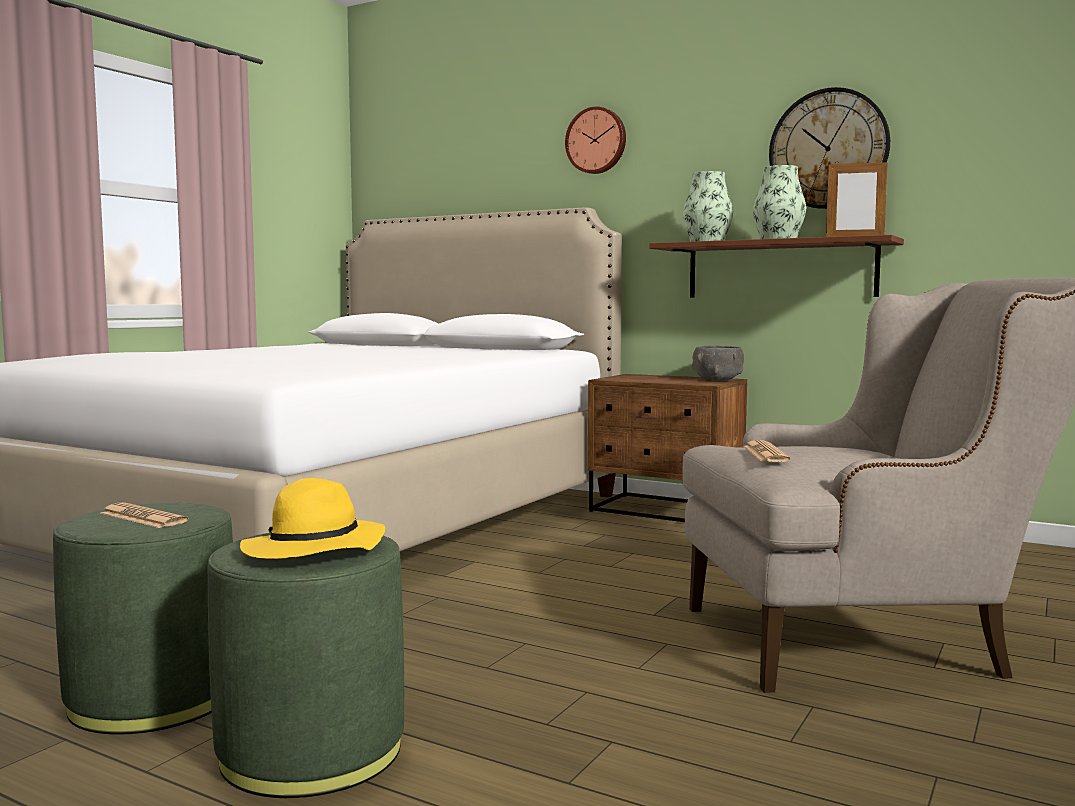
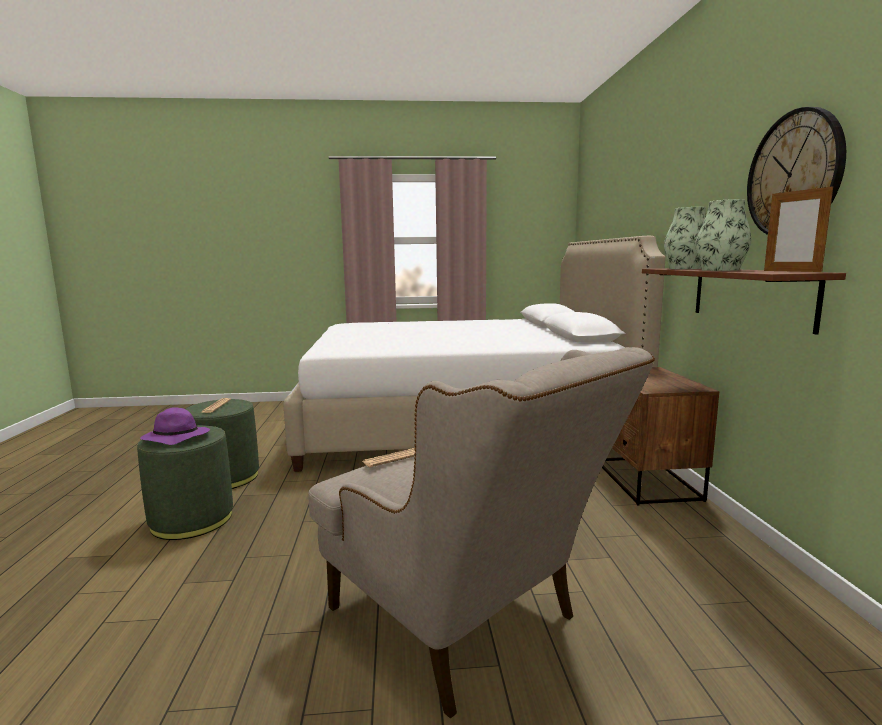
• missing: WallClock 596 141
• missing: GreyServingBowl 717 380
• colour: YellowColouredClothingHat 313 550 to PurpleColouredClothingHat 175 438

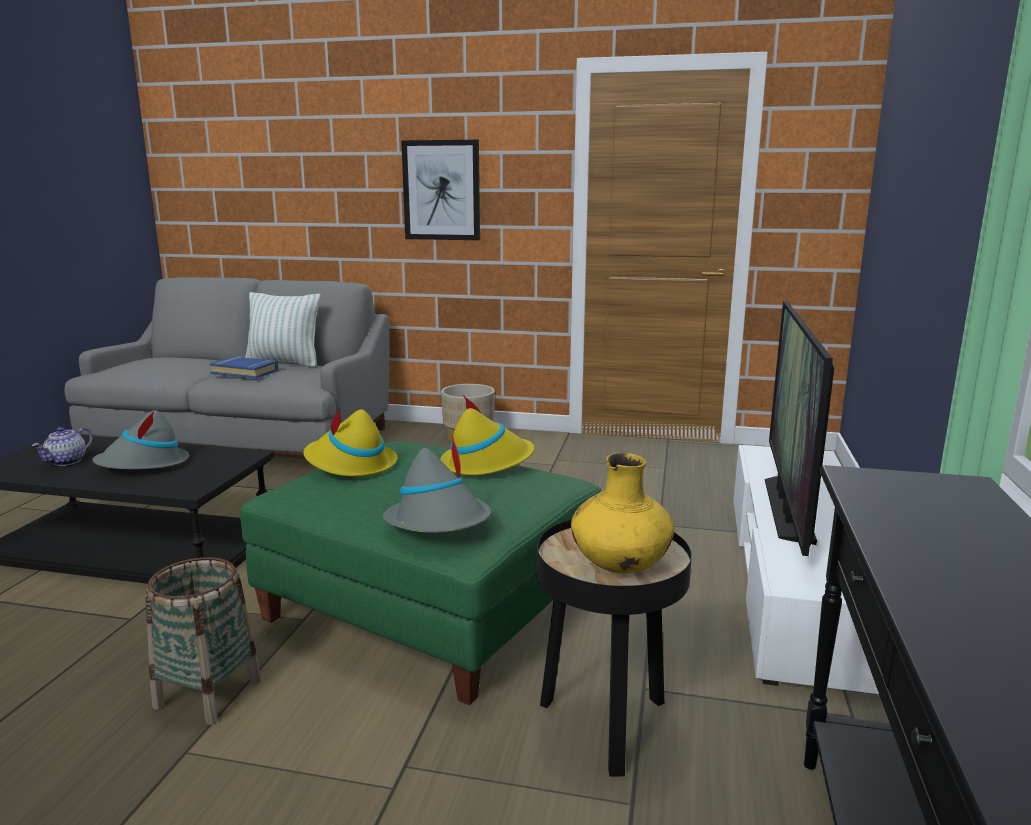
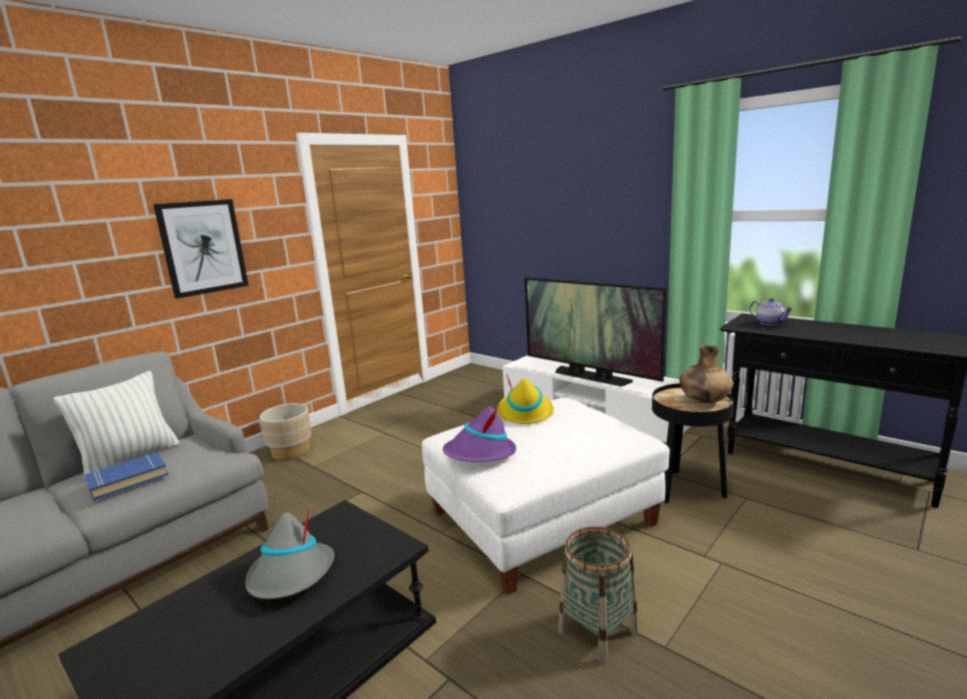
• missing: GreyClothingHat 439 522
• relocated: TeaPot 67 461 to 770 323
• colour: GreenishOttoman 430 606 to WhiteColouredOttoman 542 517
• colour: YellowColouredClothingHat 350 464 to PurpleColouredClothingHat 480 453
• colour: YellowColouredDecorativeVase 620 566 to BrownishDecorativeVase 704 401

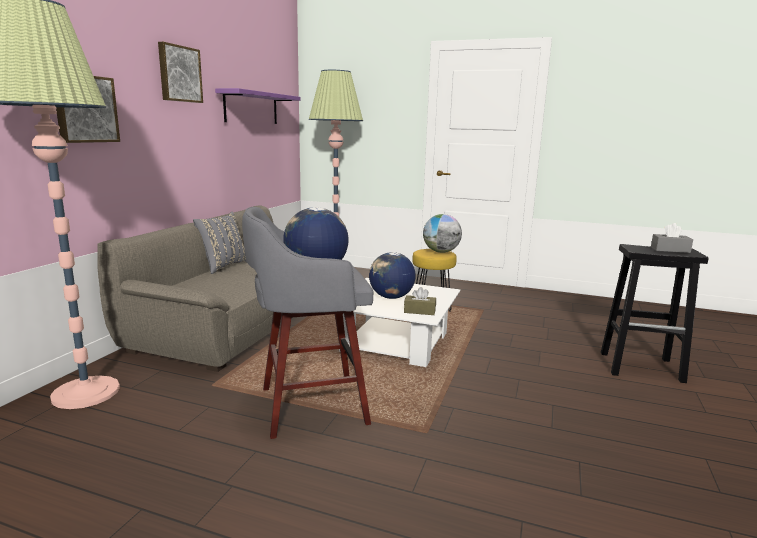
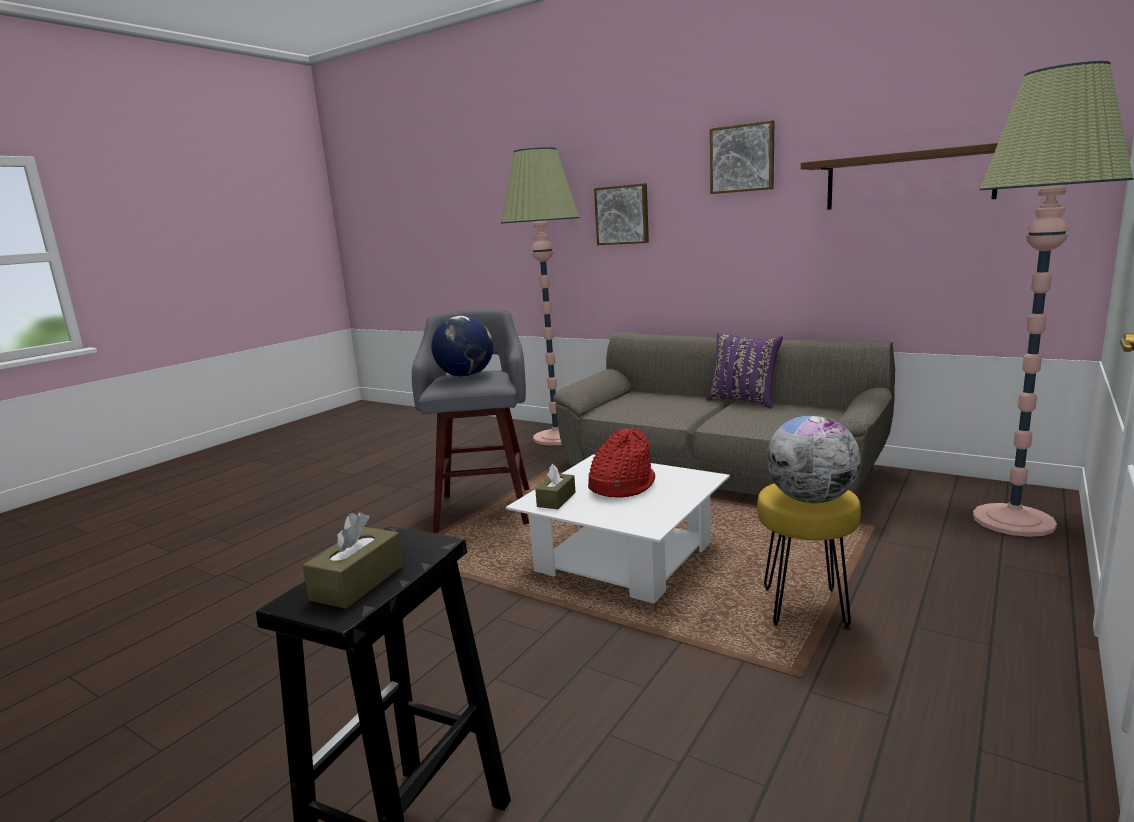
• exchanged: DeskGlobe 391 297 to ReddishClothingHat 621 486
• colour: GreyPillow 223 266 to PurpleColouredPillow 743 401
• colour: PurpleColouredWallShelf 251 108 to BrownishWallShelf 908 179
• colour: GreyTissueHolder 670 250 to BrownishTissueHolder 358 582

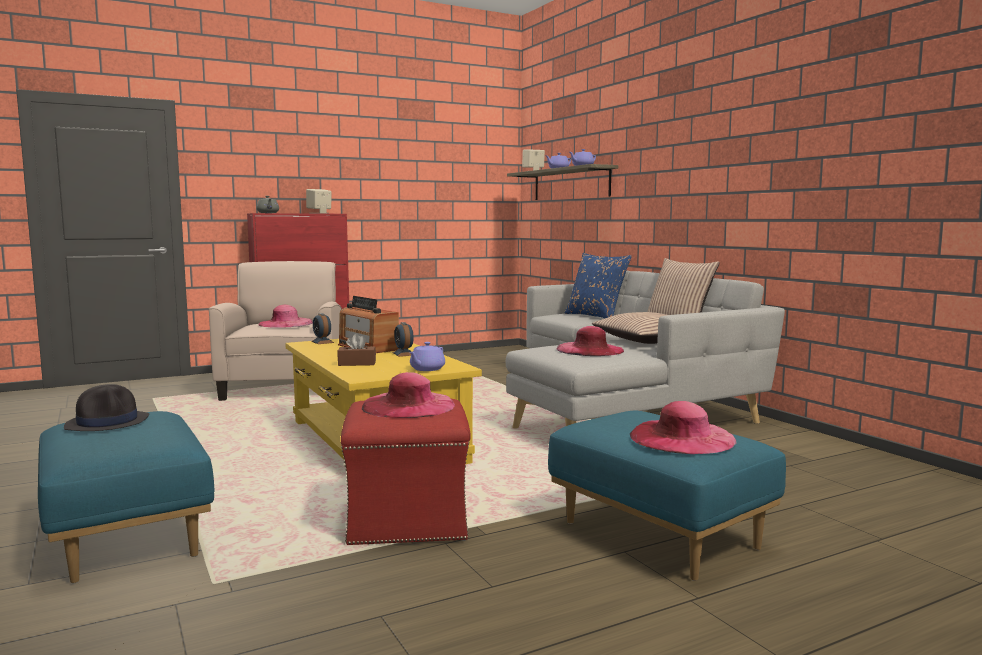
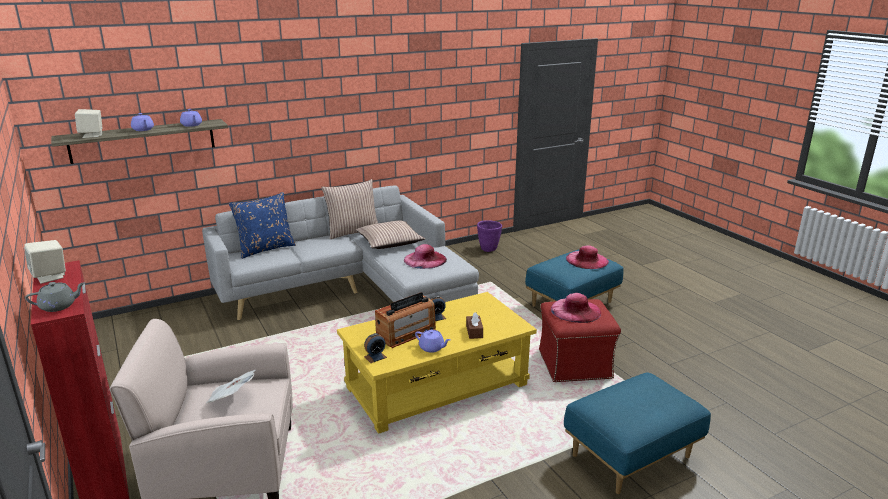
• missing: BlackishClothingHat 108 422
• appeared: PurpleColouredPlantPot 489 249
• relocated: PurpleColouredTeaPot 426 369 to 432 348
• exchanged: PinkClothingHat 285 323 to PrintedPaper 232 398

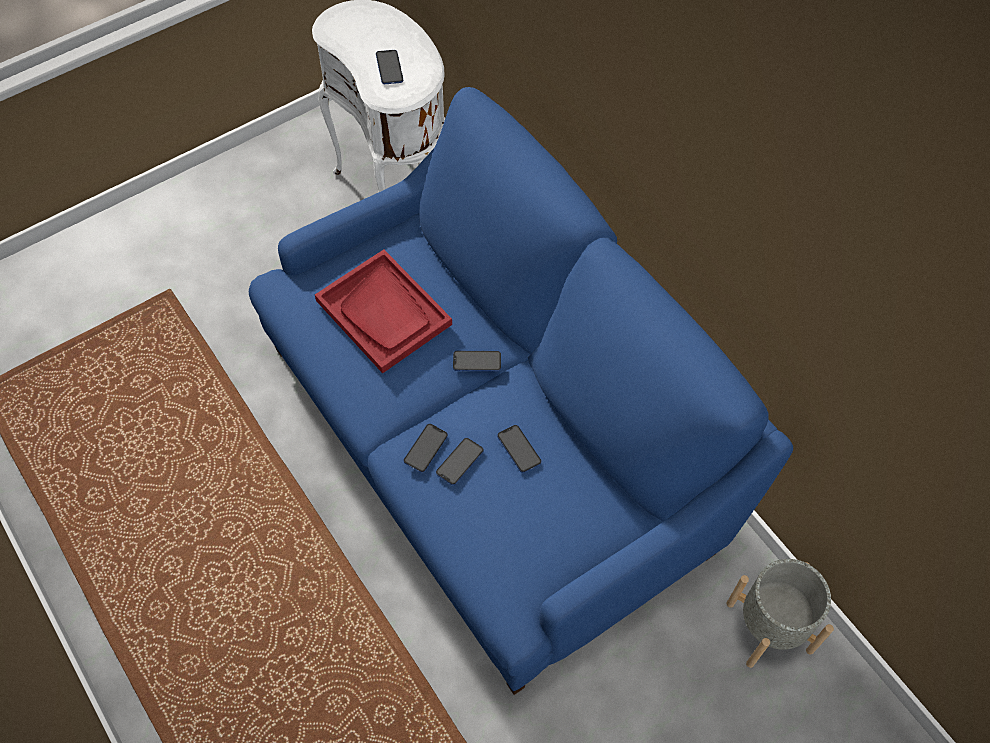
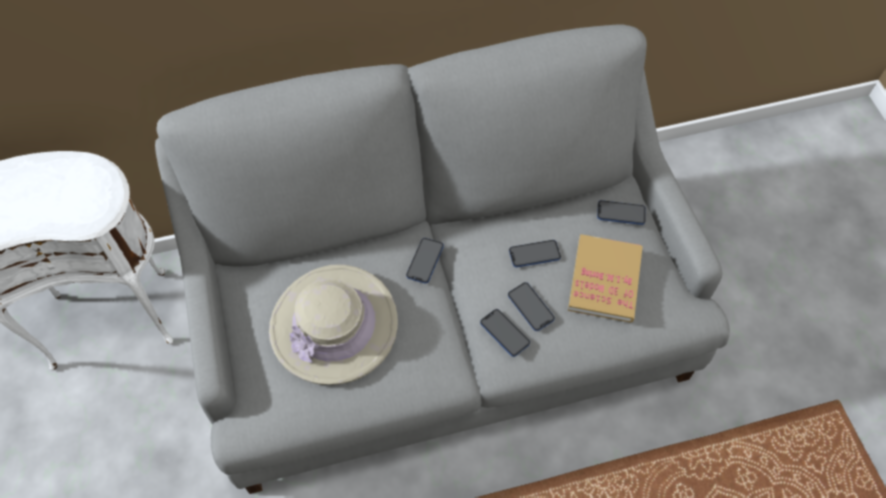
• missing: GreyPlantPot 769 626
• appeared: BoundBook 604 280
• relocated: Telephone 389 68 to 621 213
• exchanged: ReddishTray 384 312 to BeigeClothingHat 334 325
• colour: BlueSofa 494 442 to GreySofa 444 317

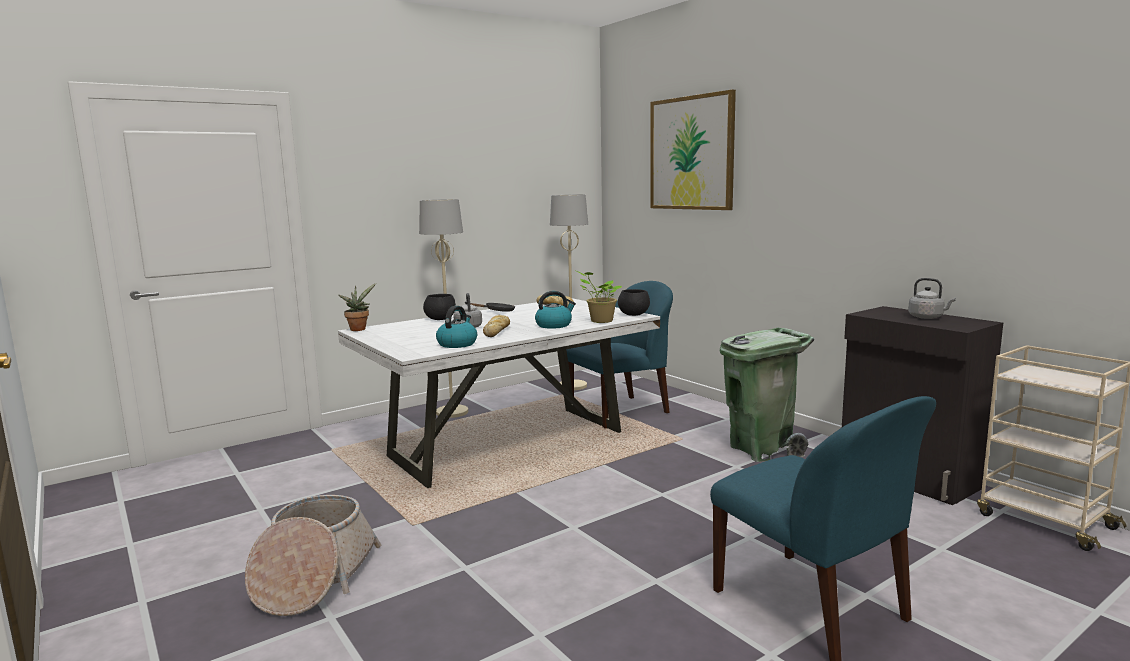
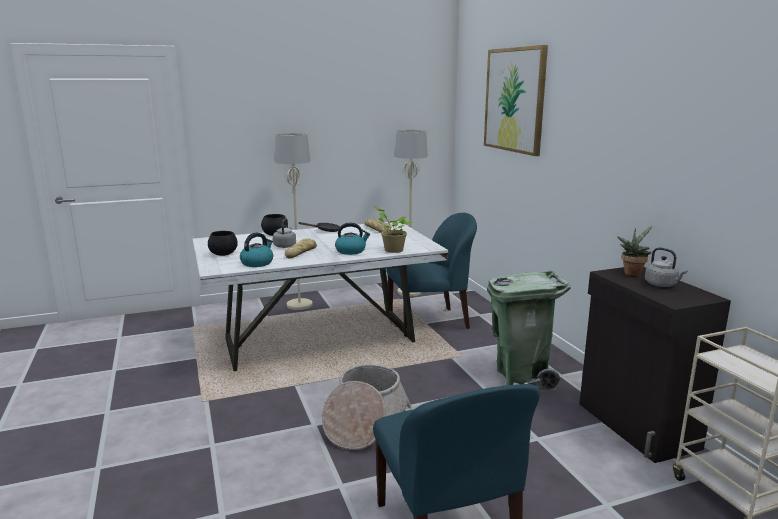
• relocated: StorageBasket 314 577 to 365 423
• relocated: PottedPlant 359 329 to 632 273
• relocated: BlackishServingBowl 633 315 to 223 254

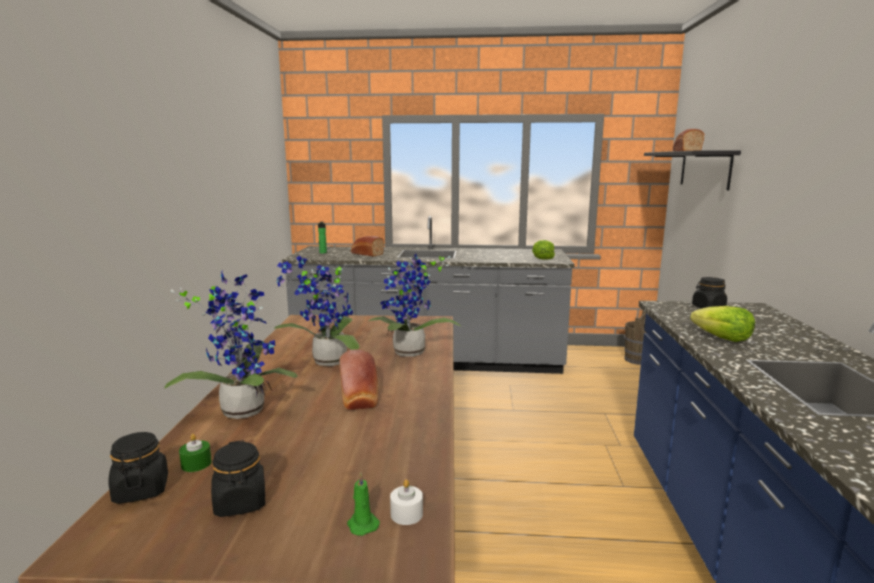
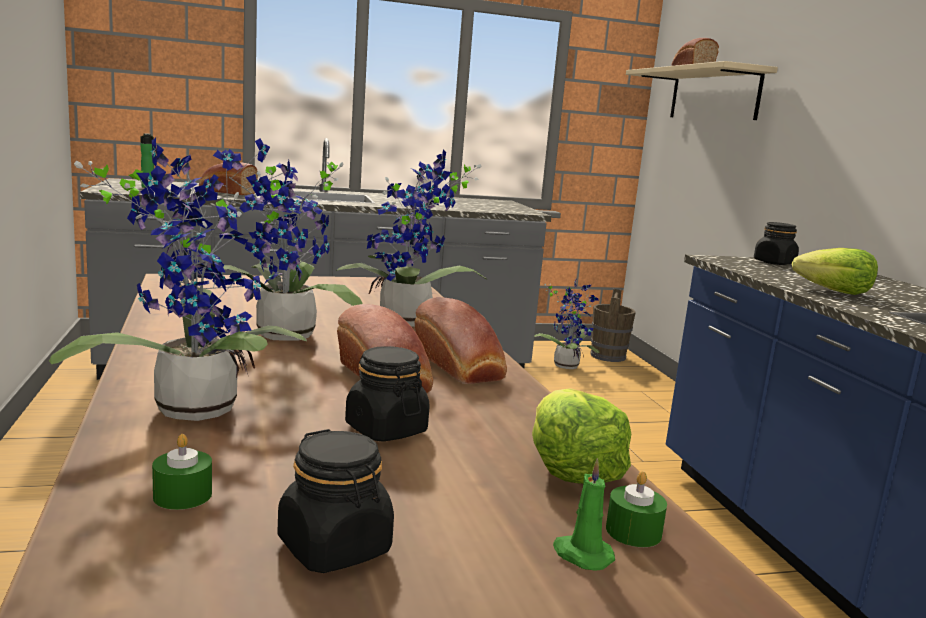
• appeared: Bread 460 367
• appeared: PottedPlant 566 365
• relocated: BlackishPreserveJar 141 490 to 385 429
• relocated: LettuceHead 542 258 to 571 468
• colour: WhiteColouredCandle 406 514 to GreenishCandle 633 532
• colour: BlackishWallShelf 704 169 to BeigeWallShelf 713 95

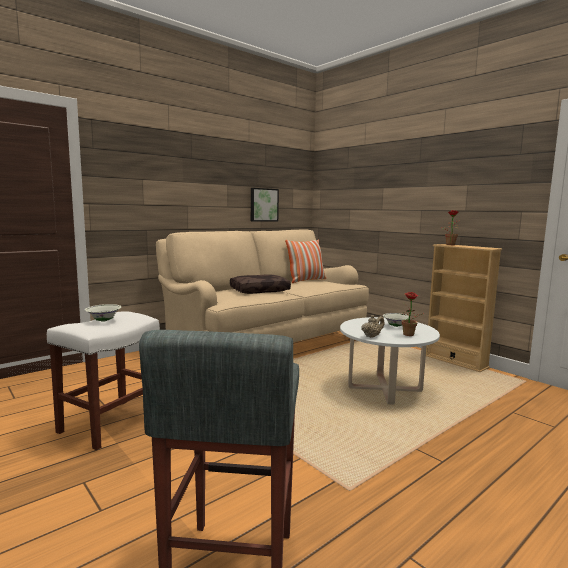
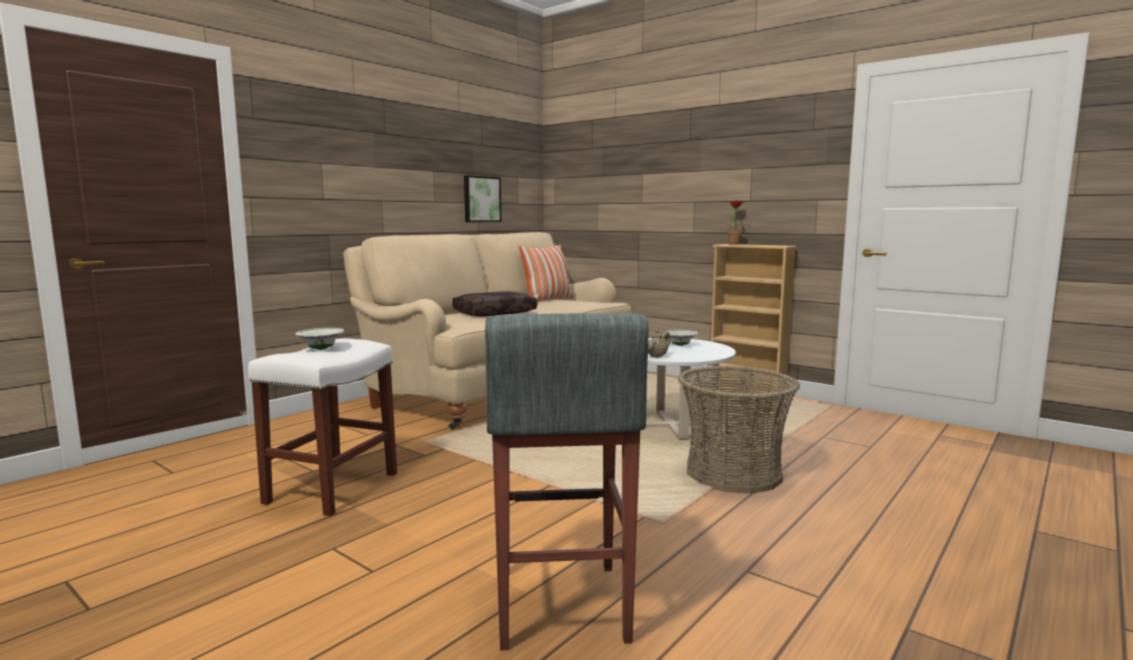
• missing: PottedPlant 409 335
• appeared: StorageBasket 733 473

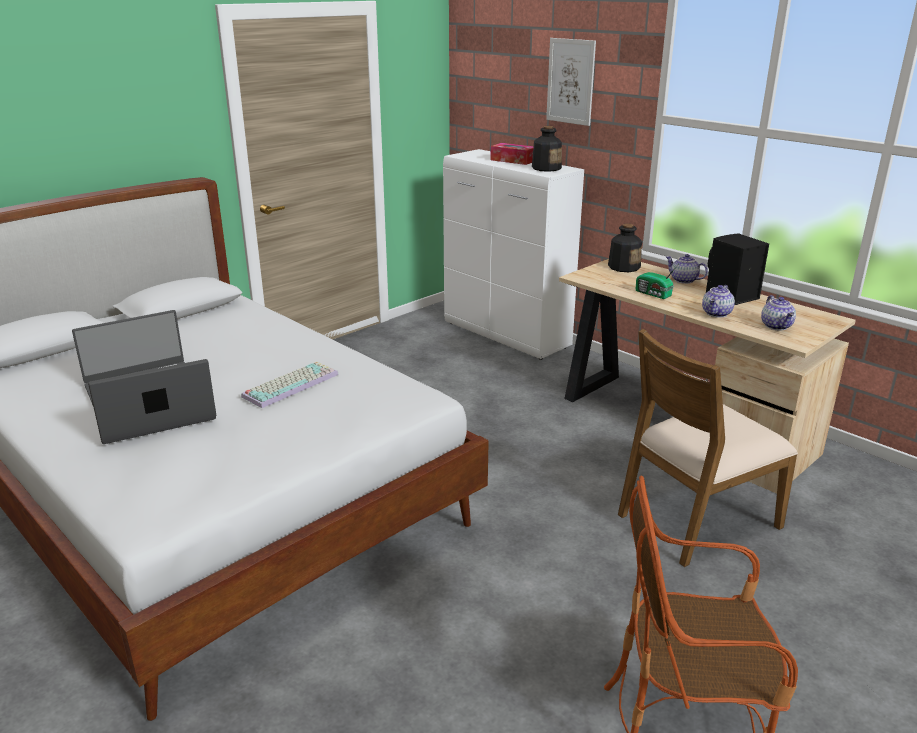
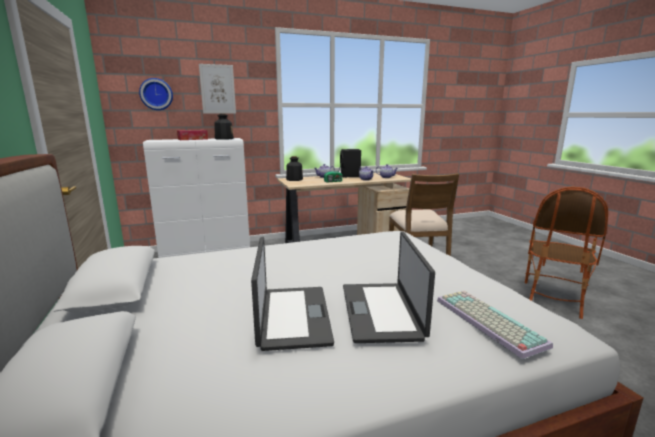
• appeared: WallClock 156 94
• relocated: Keyboard 291 384 to 485 321

